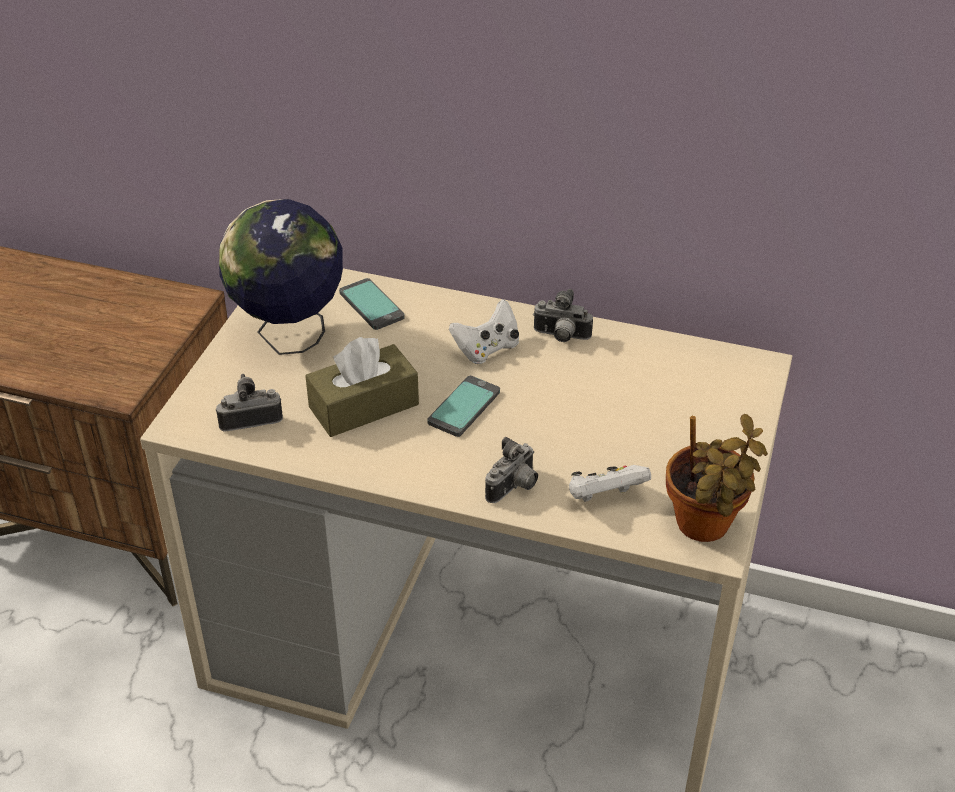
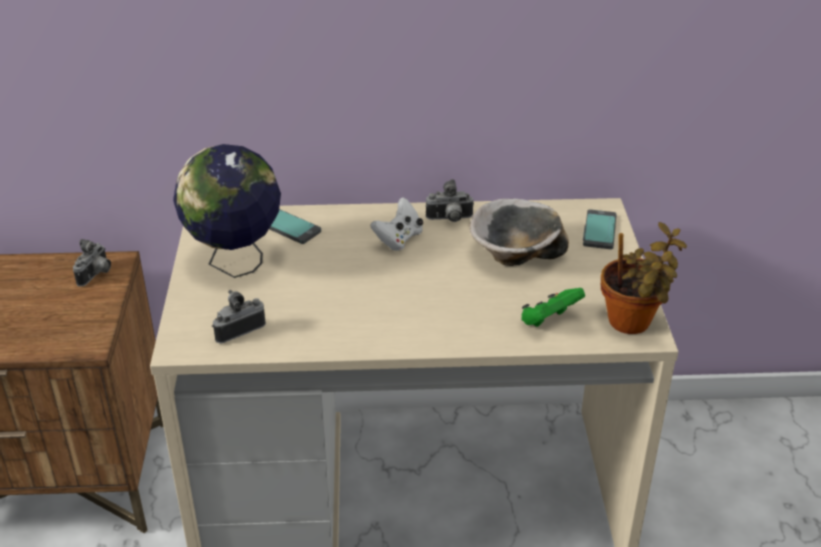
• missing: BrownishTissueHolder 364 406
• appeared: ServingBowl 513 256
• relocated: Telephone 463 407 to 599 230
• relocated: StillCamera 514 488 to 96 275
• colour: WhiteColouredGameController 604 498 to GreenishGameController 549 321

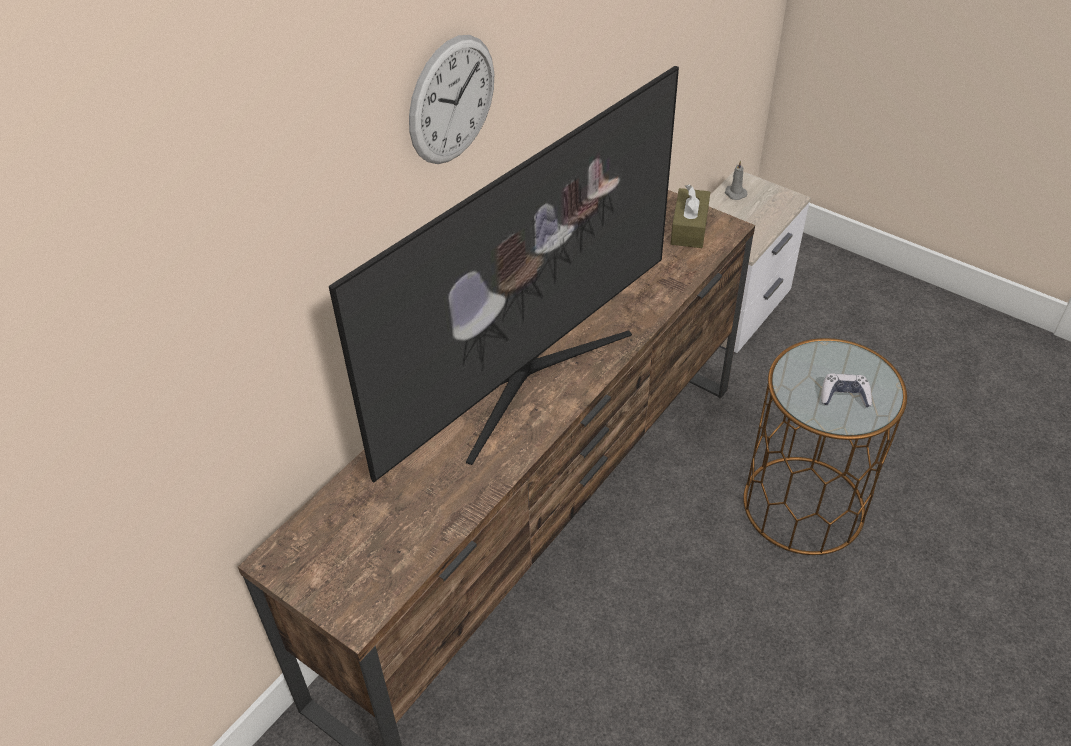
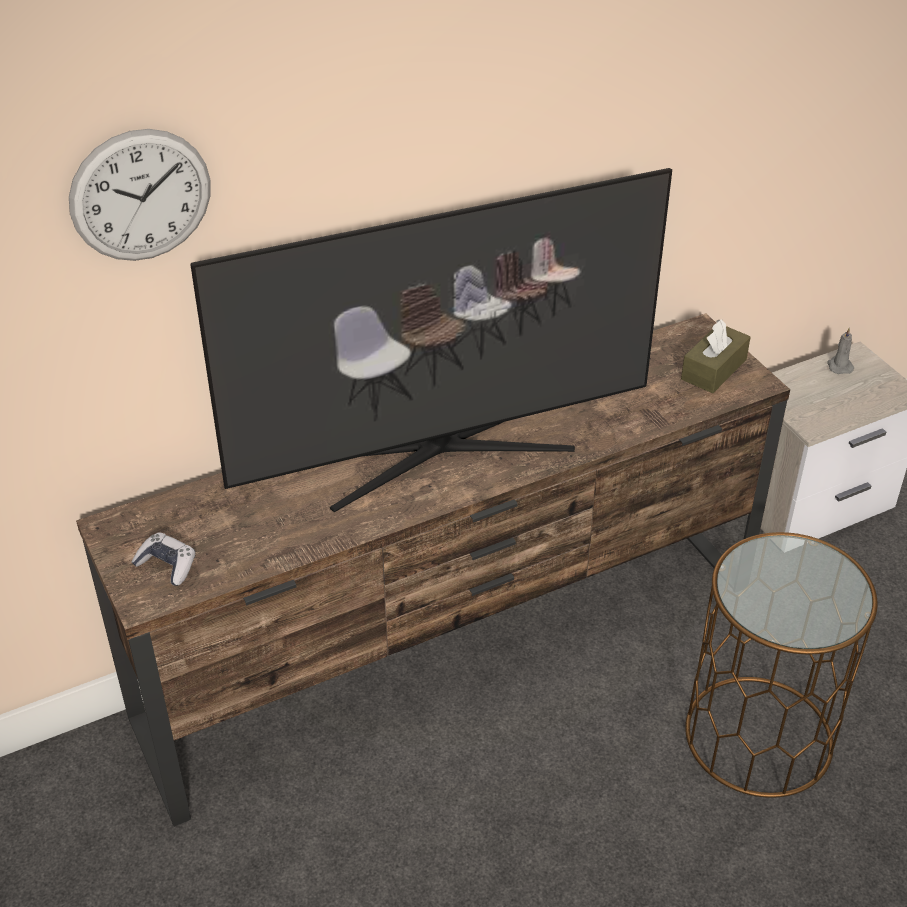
• relocated: WallClock 452 100 to 141 196
• relocated: GameController 844 396 to 167 565

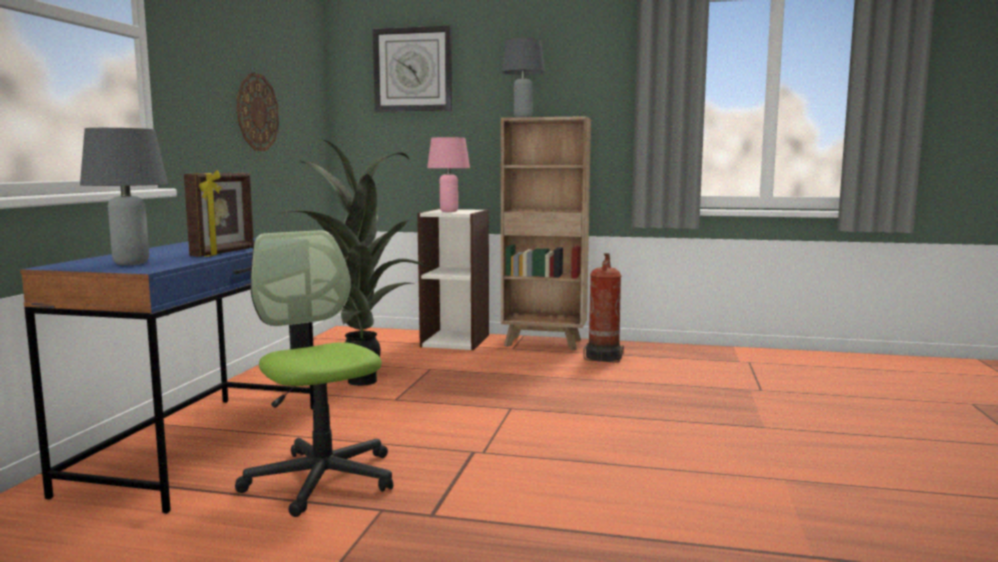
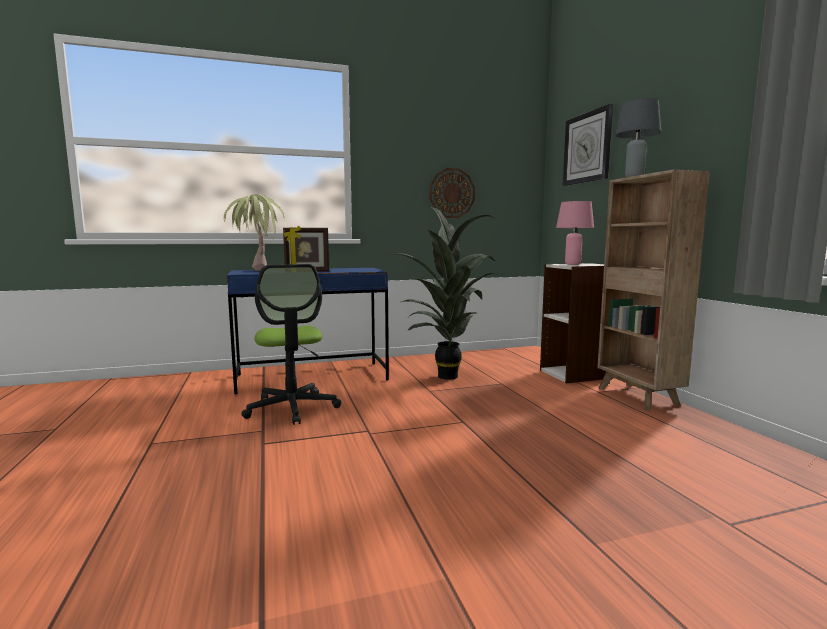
• missing: FireFightingCylinder 604 357
• exchanged: GreyTabletopLamp 130 263 to PottedPlant 256 271
• spun: ComputerChair 322 479 = 292 408 135 degrees clockwise

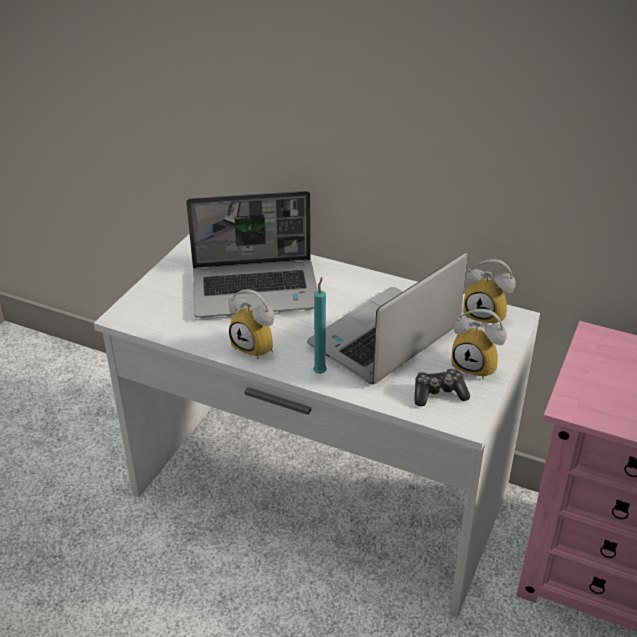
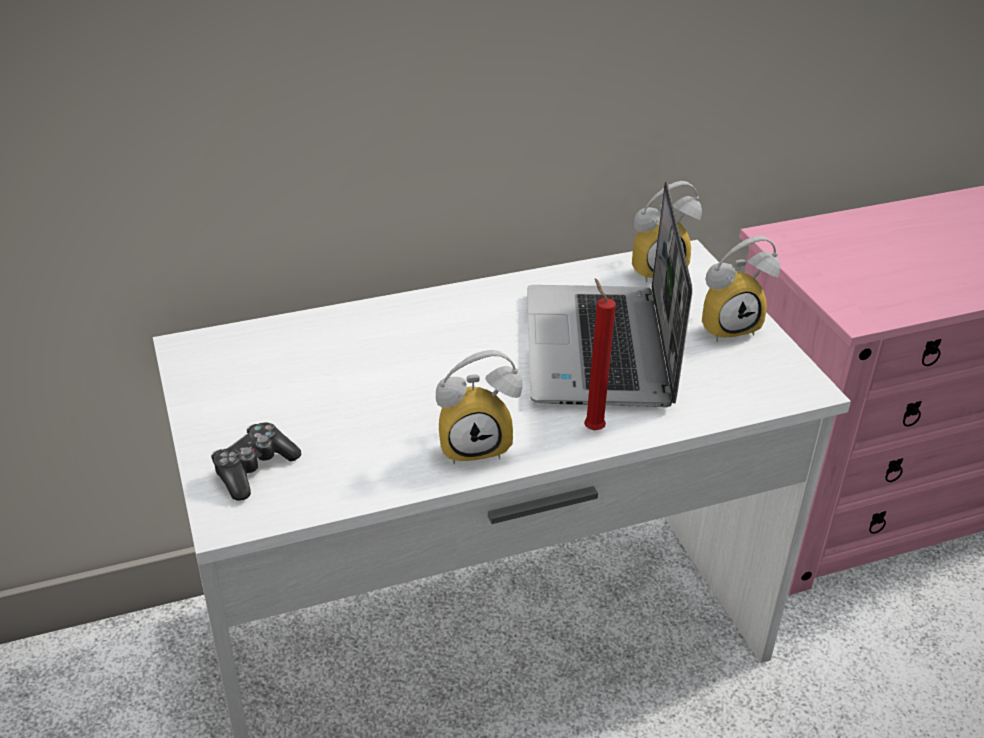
• missing: NotebookComputer 257 289
• relocated: GameController 438 394 to 254 469
• colour: BlueGreenCandle 320 372 to ReddishCandle 592 428

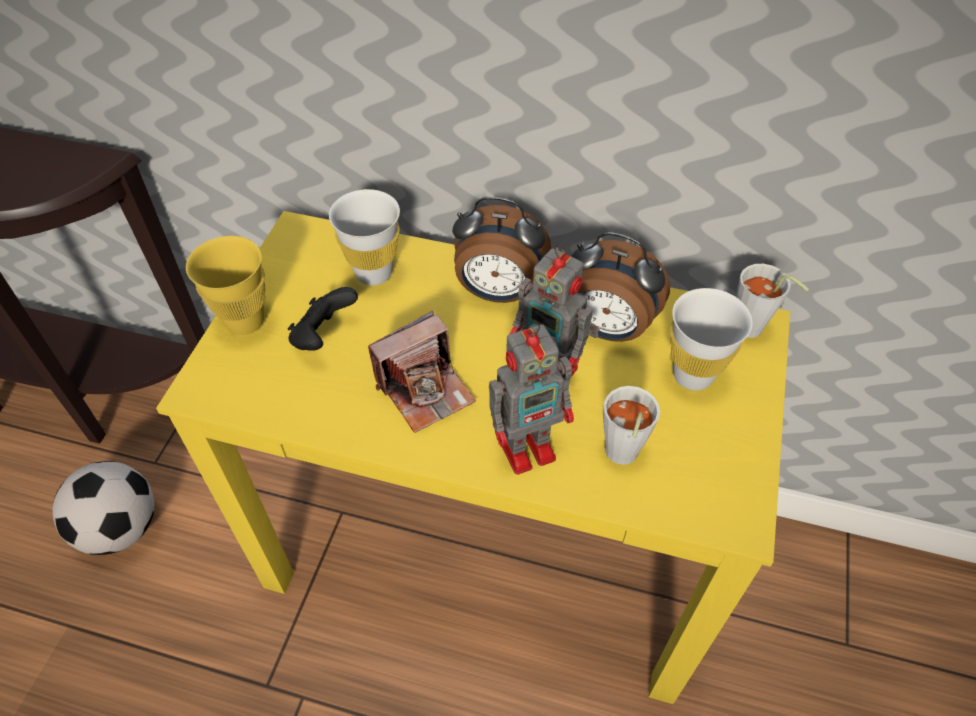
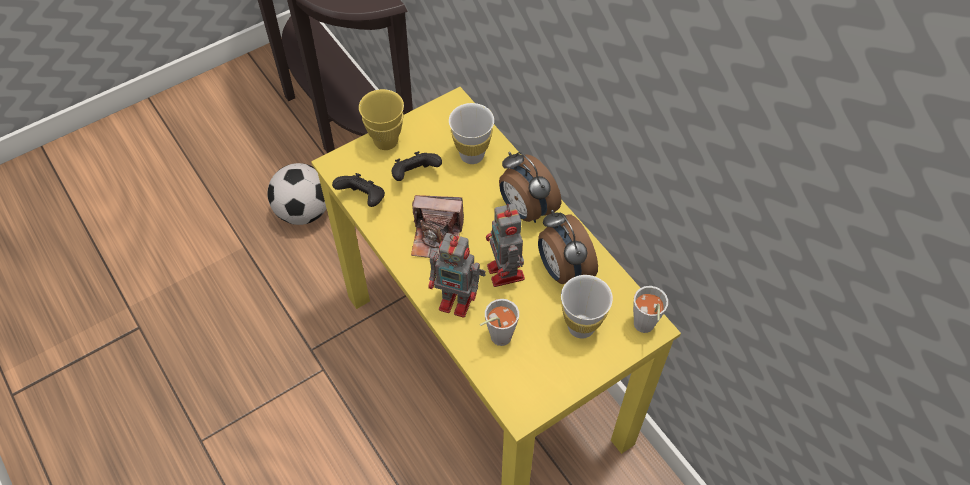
• appeared: BlackishGameController 363 199

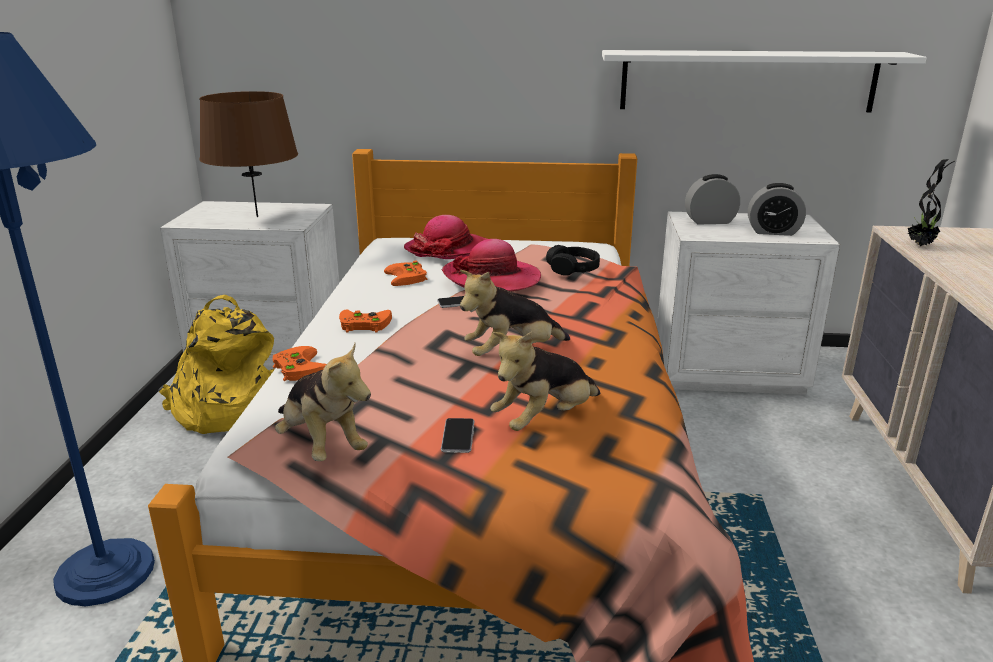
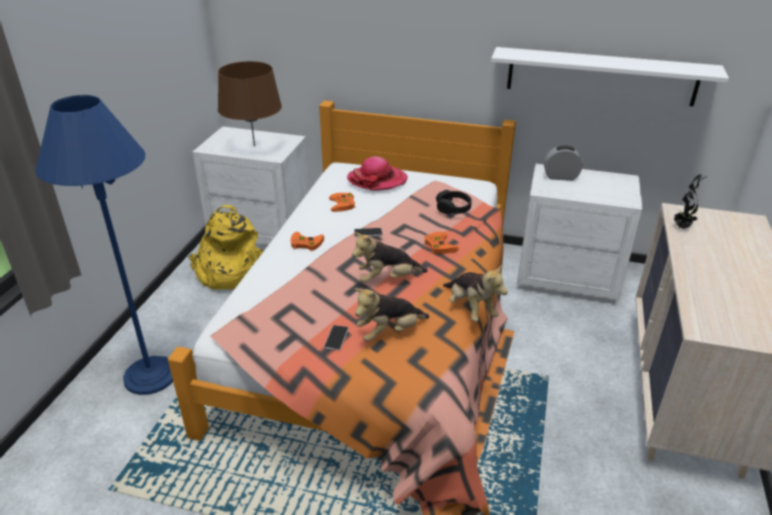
• missing: ClothingHat 492 278
• missing: AlarmClock 773 232
• relocated: OrangeColouredGameController 299 368 to 438 245
• relocated: SoftToy 321 444 to 470 309

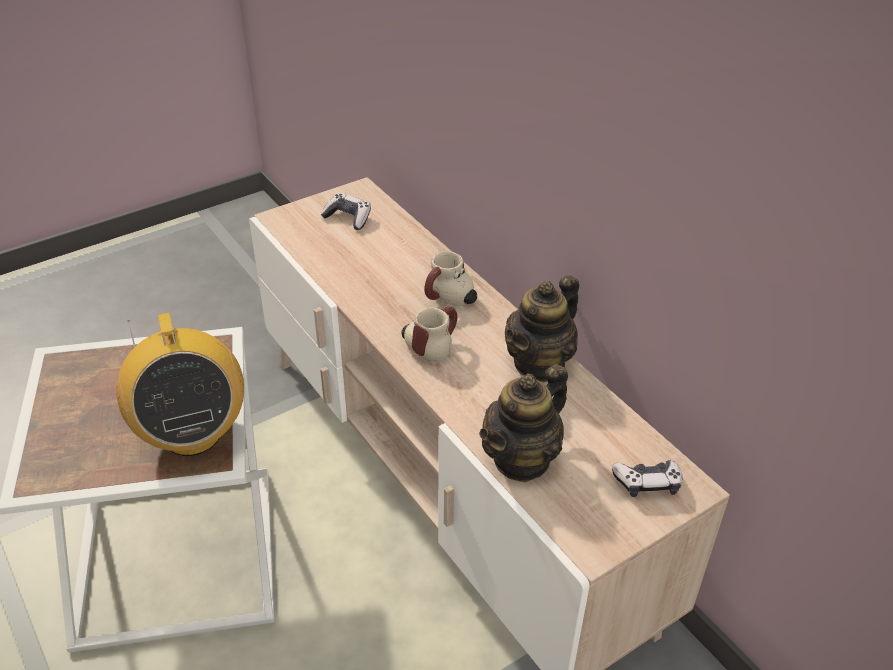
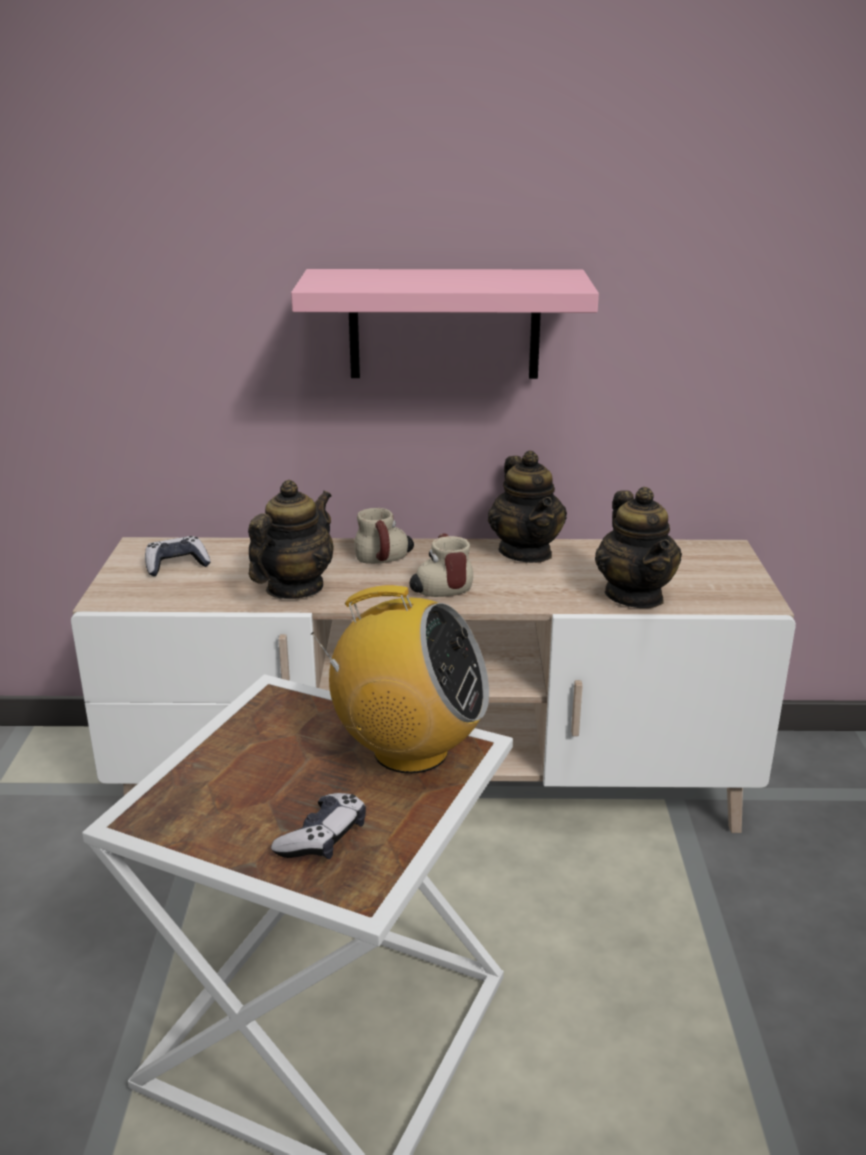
• appeared: TeaPot 294 588
• appeared: PinkWallShelf 444 324
• relocated: GameController 647 483 to 323 838

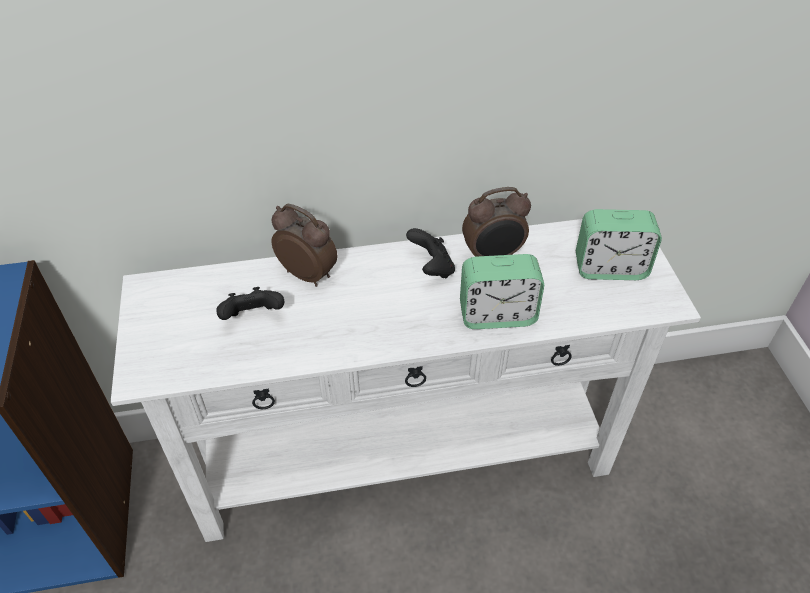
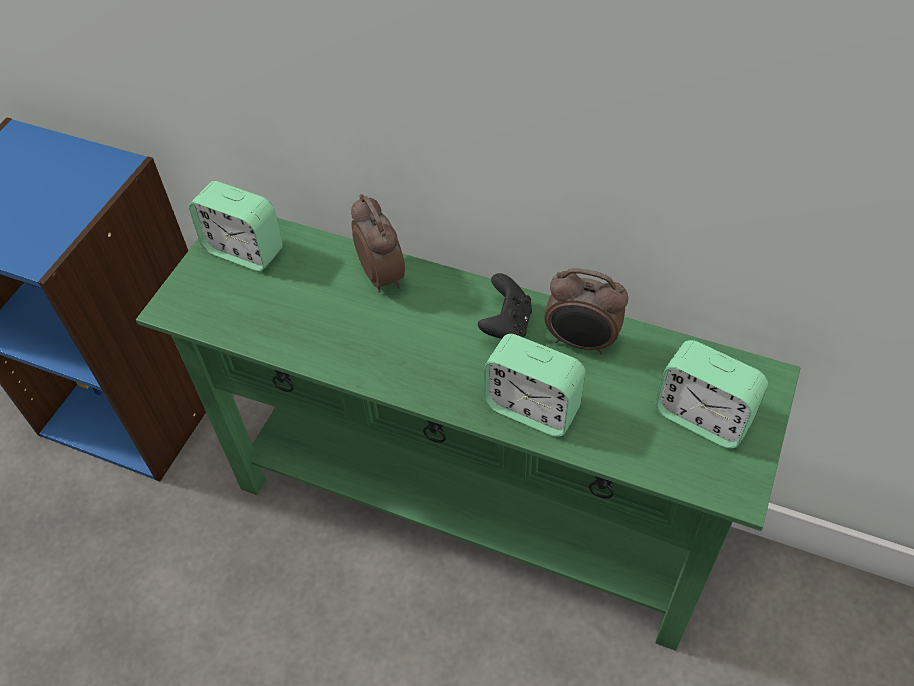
• missing: BlackishGameController 253 317
• appeared: AlarmClock 244 251
• colour: WhiteColouredConsoleTable 404 460 to GreenishConsoleTable 467 513

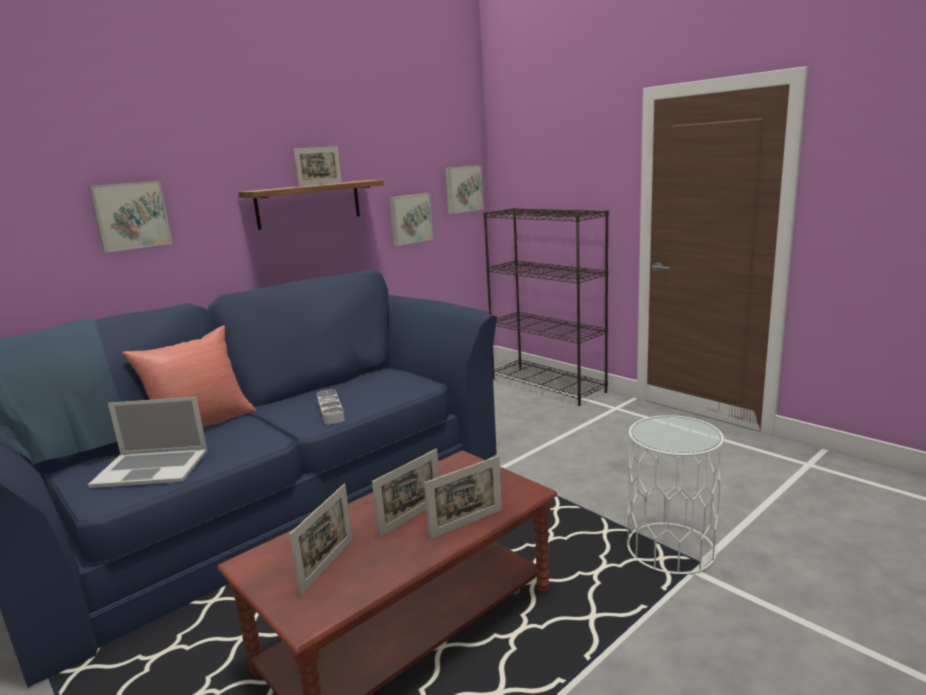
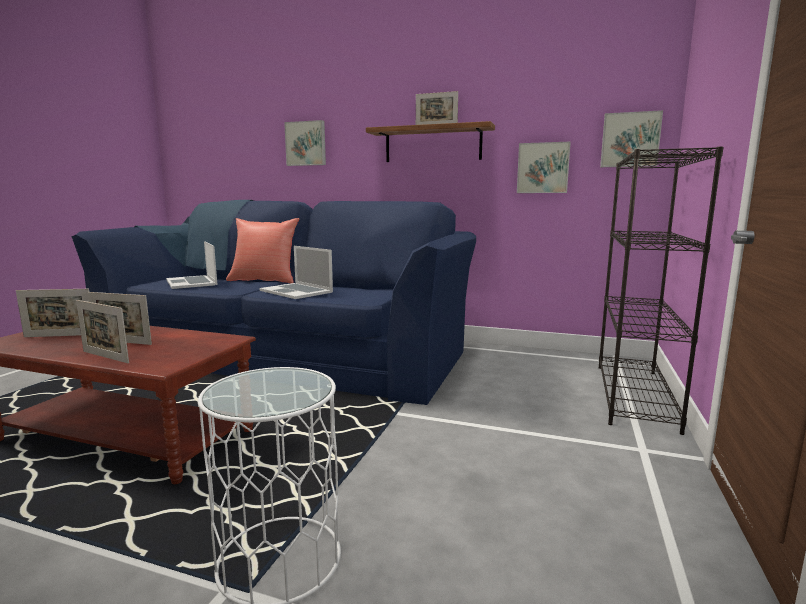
• exchanged: GreyTray 330 410 to NotebookComputer 296 291

